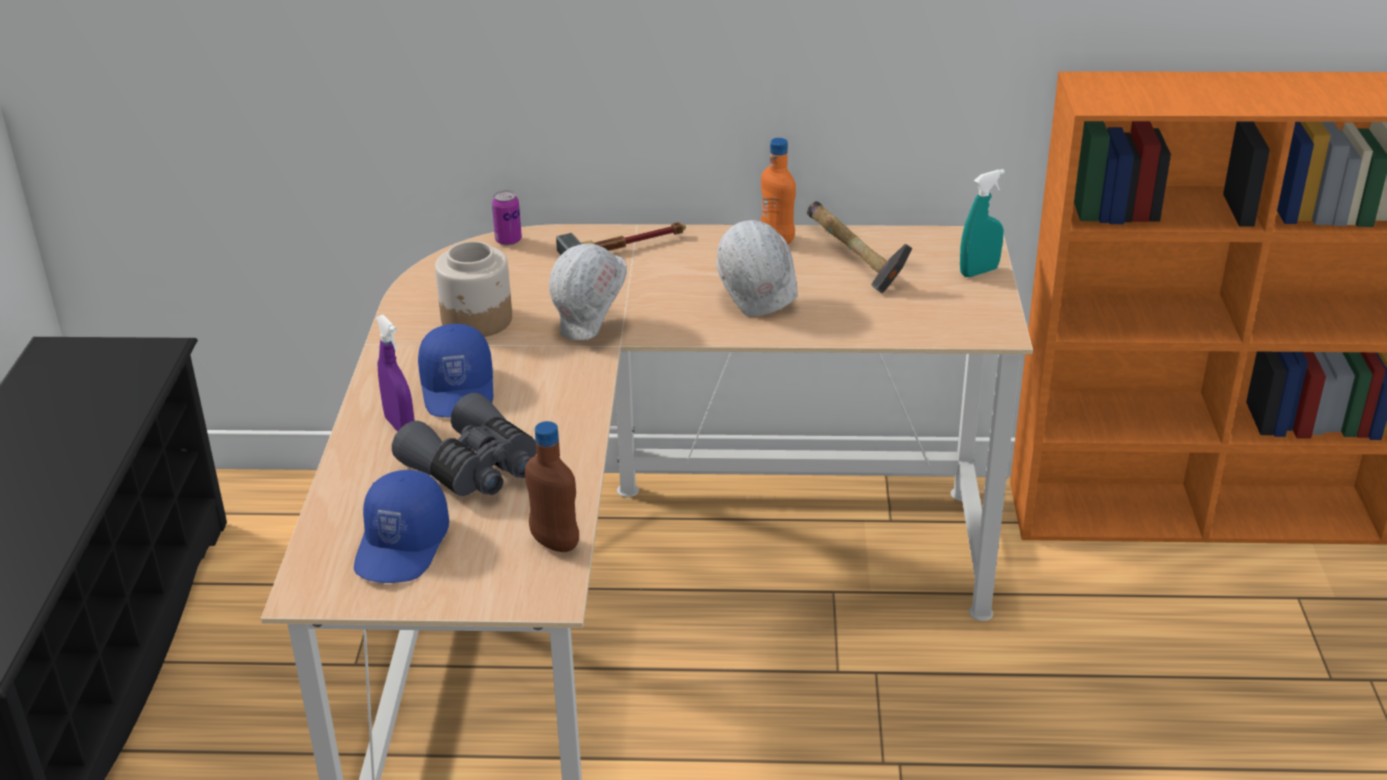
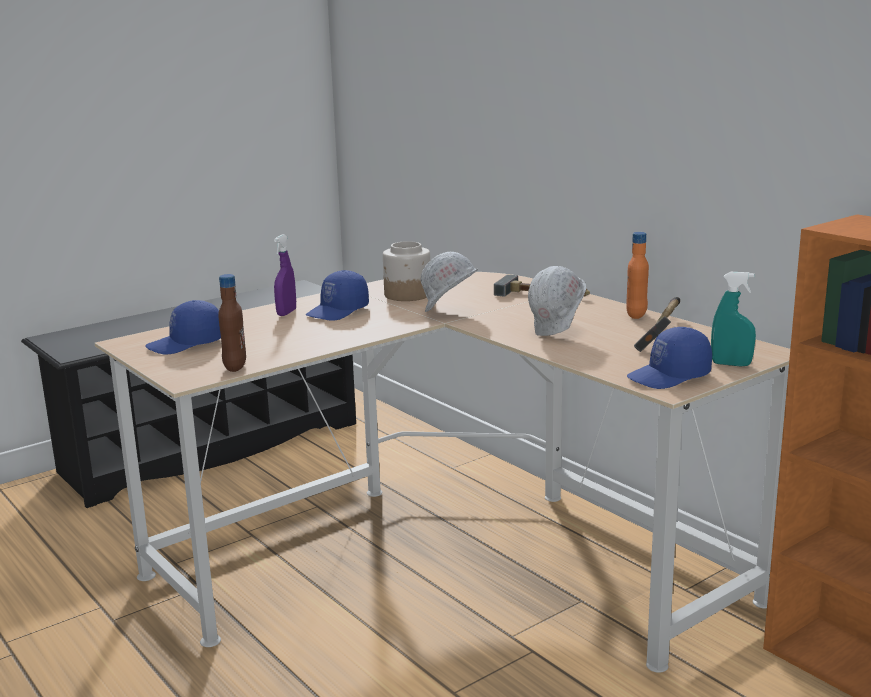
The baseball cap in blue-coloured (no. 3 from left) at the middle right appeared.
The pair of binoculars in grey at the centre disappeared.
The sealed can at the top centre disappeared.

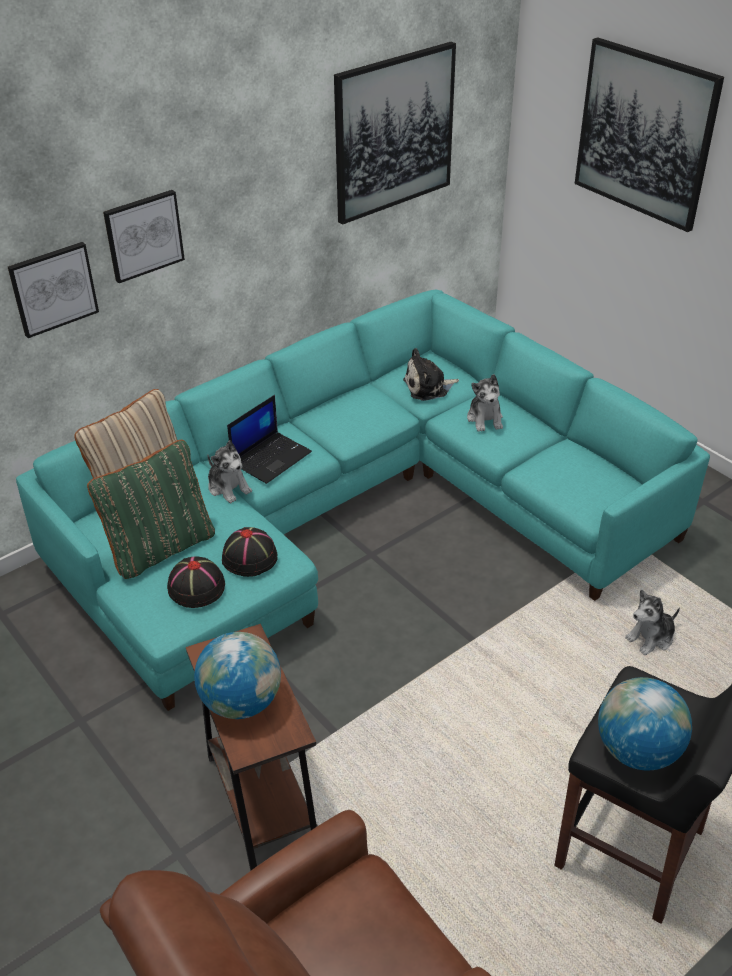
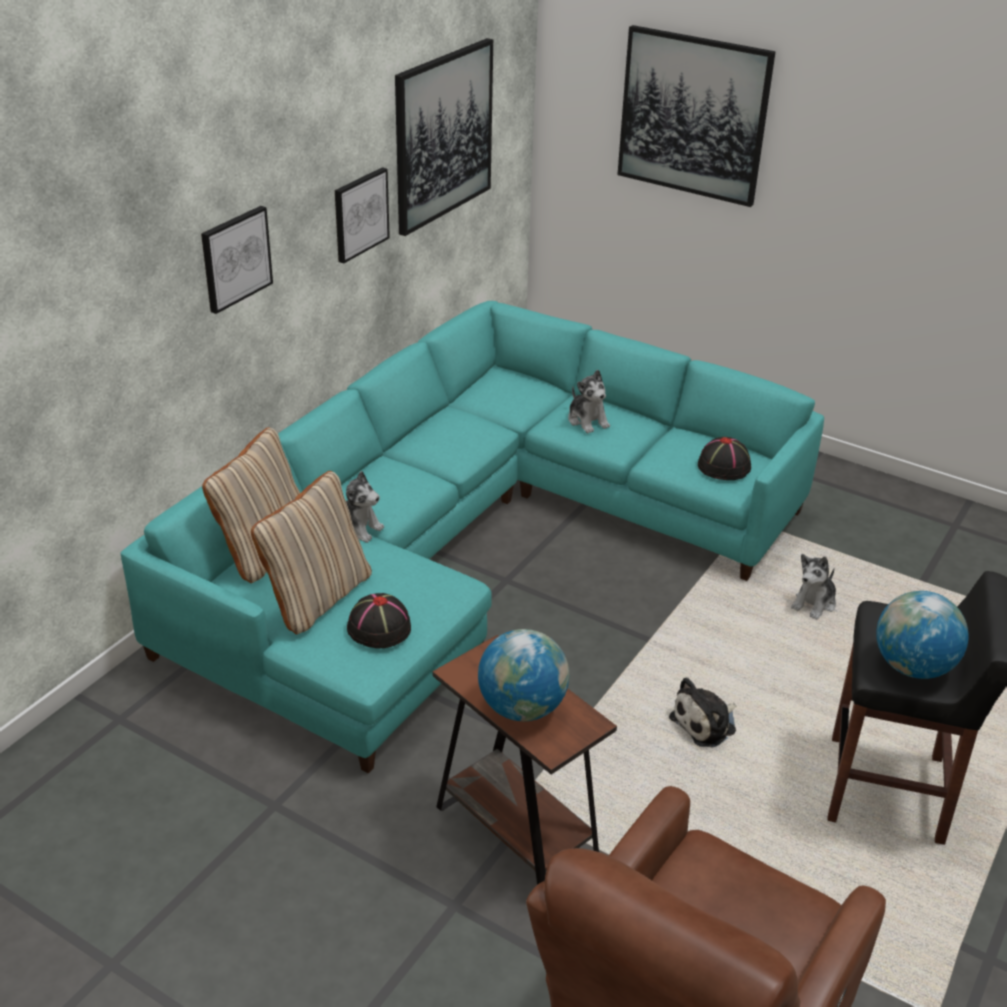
The pillow in green at the middle left became the pillow in beige-coloured (no. 2 from left) at the middle left.
The wall art (no. 1 from left in the first image) moved from the top left to the top centre.
The plush toy (no. 2 from left in the first image) moved from the centre to the bottom right.
The wearable hat in black-coloured (no. 2 from left) moved from the centre to the middle right.
The notebook computer at the centre disappeared.

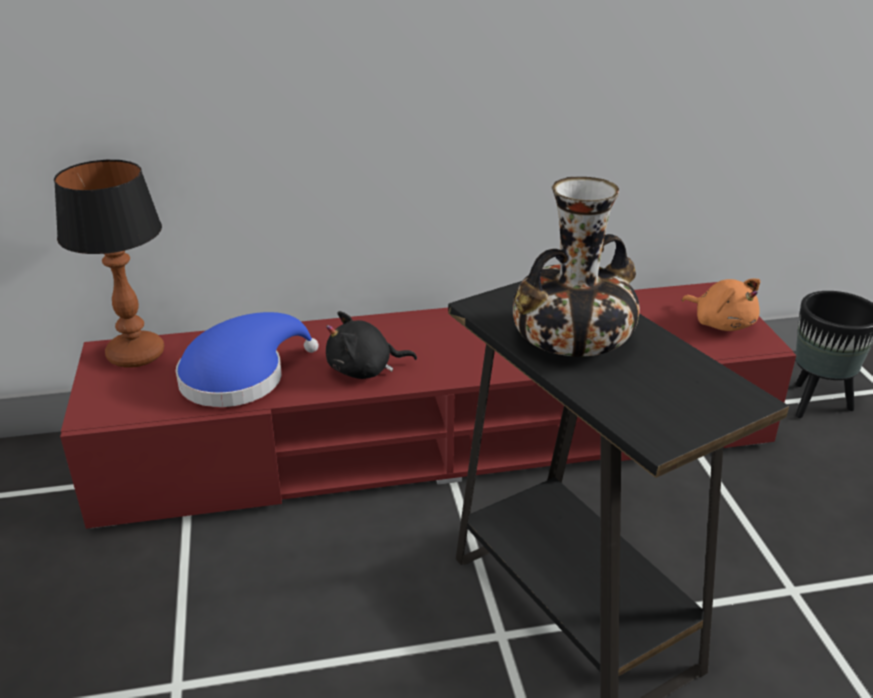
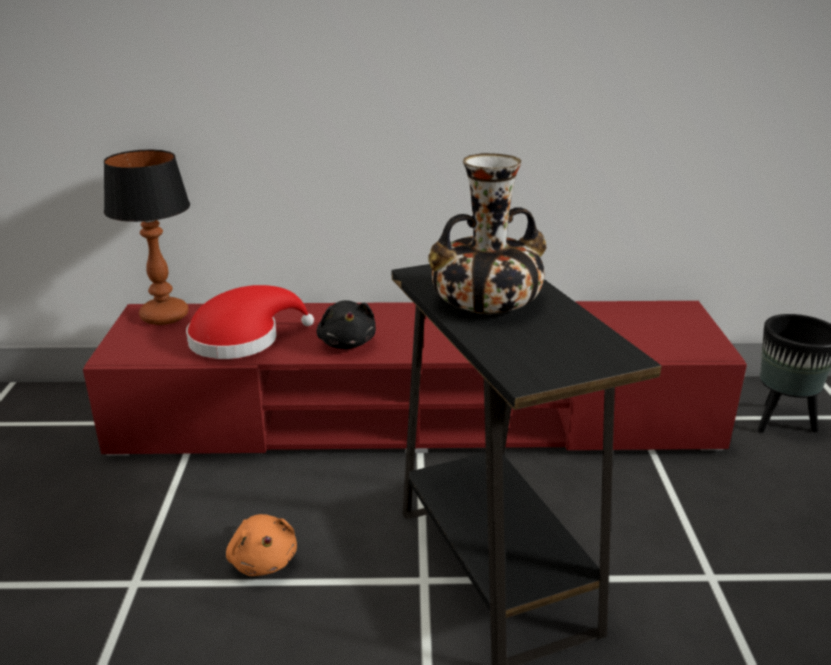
The wearable hat in blue-coloured at the middle left became the wearable hat in reddish at the middle left.
The plush toy in orange-coloured moved from the middle right to the bottom left.
The plush toy in black-coloured at the centre turned 105 degrees counterclockwise.

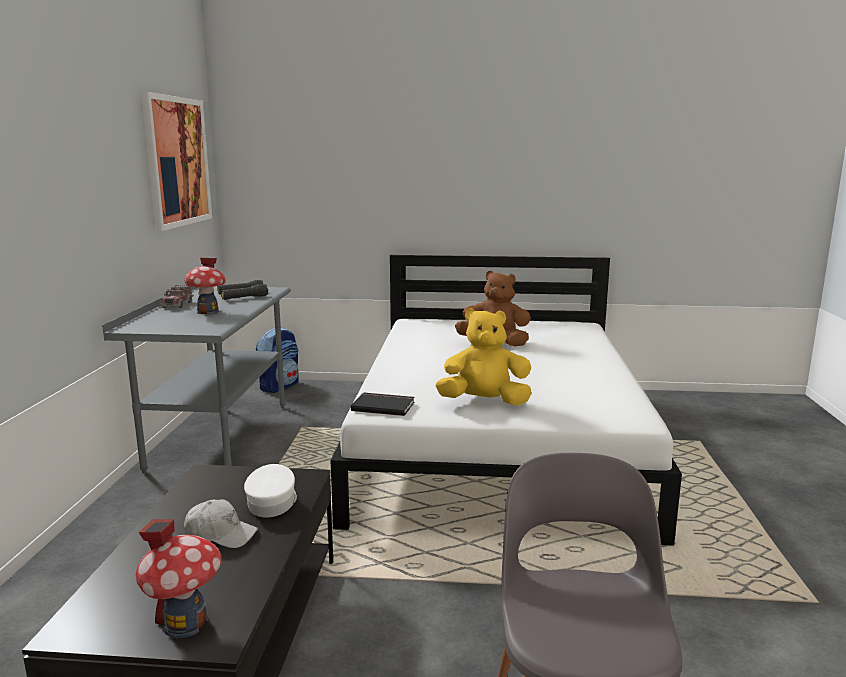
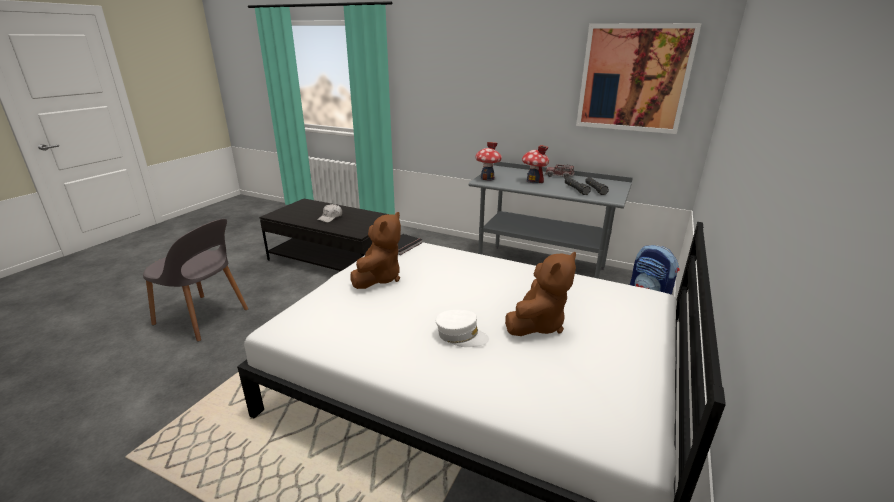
The plush toy in yellowish at the centre became the plush toy in brown-coloured (no. 1 from left) at the centre.
The baseball cap in white-coloured (no. 2 from left) moved from the bottom left to the centre.
The toy house (no. 1 from left) moved from the bottom left to the top centre.

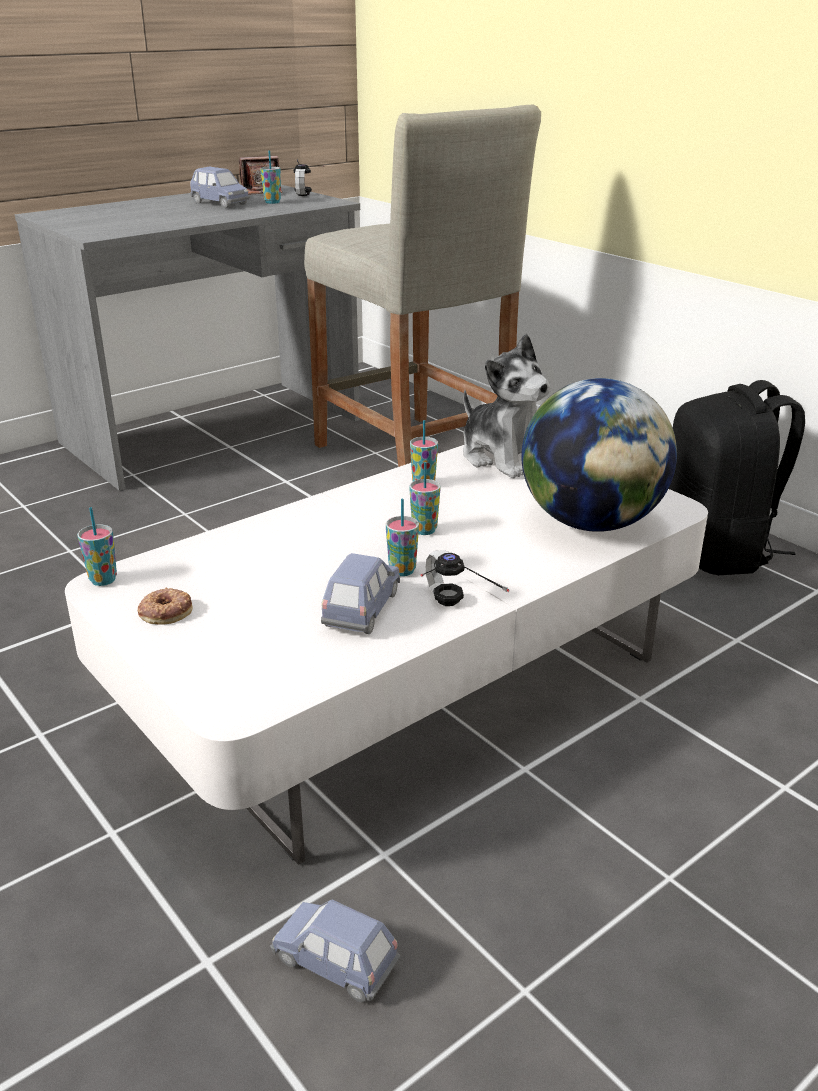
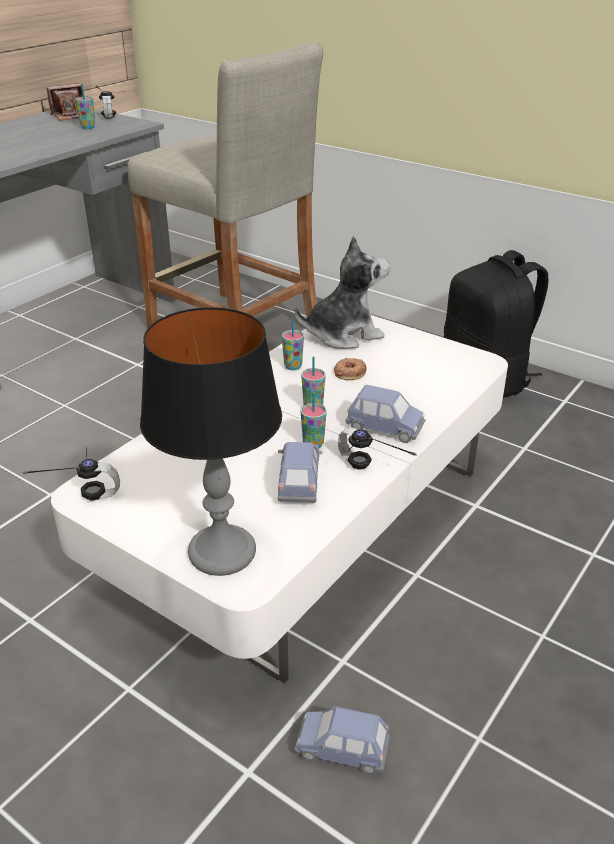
The cup (no. 1 from left) at the middle left was replaced by the headset (no. 1 from left) at the middle left.
The tabletop lamp at the centre appeared.
The plush toy at the centre turned 60 degrees counterclockwise.
The donut moved from the middle left to the centre.
The miniature car in blue-coloured (no. 1 from left in the first image) moved from the top left to the centre.
The world globe at the middle right disappeared.

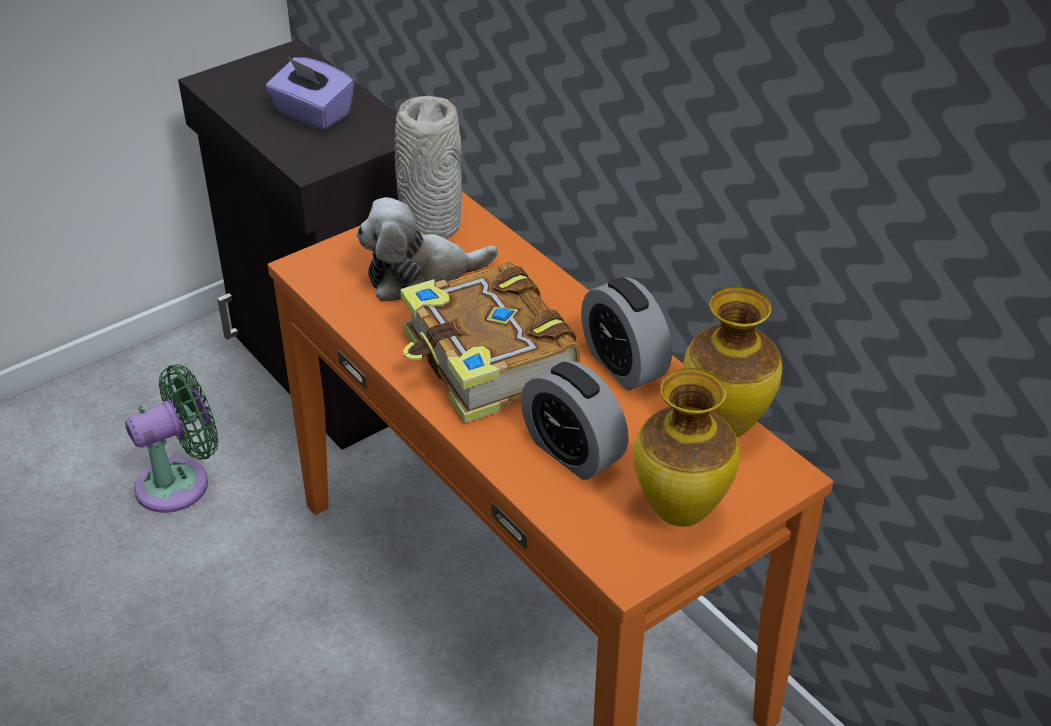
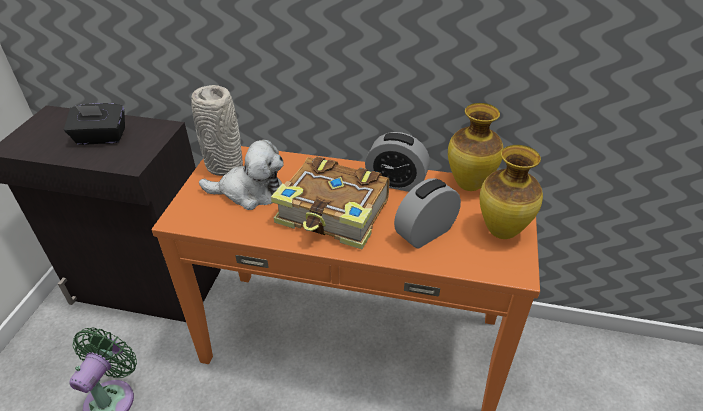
The tissue box in purplish at the top left became the tissue box in black-coloured at the top left.
The plush toy at the centre turned 120 degrees counterclockwise.
The bedside clock (no. 1 from left in the first image) at the centre turned 135 degrees clockwise.

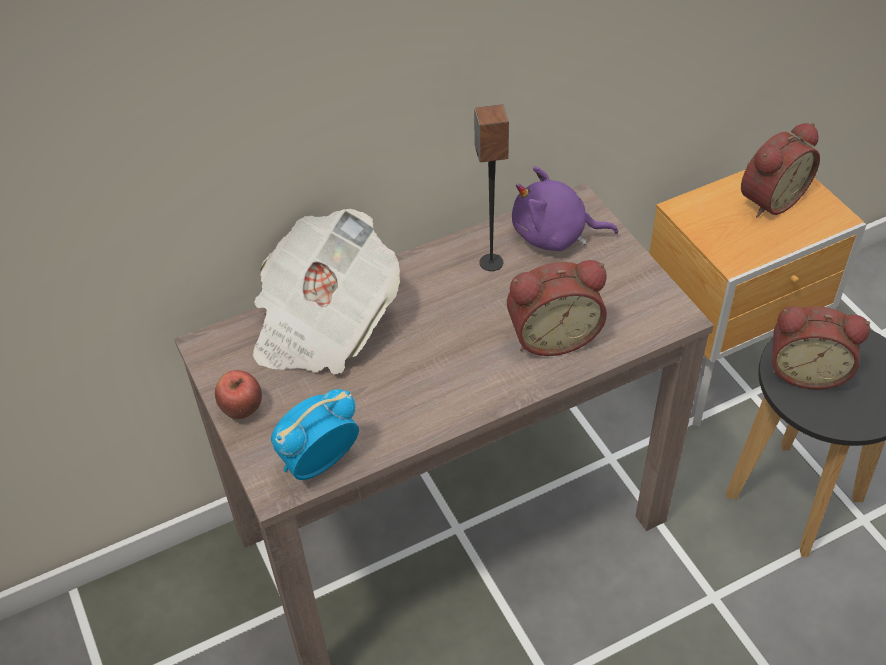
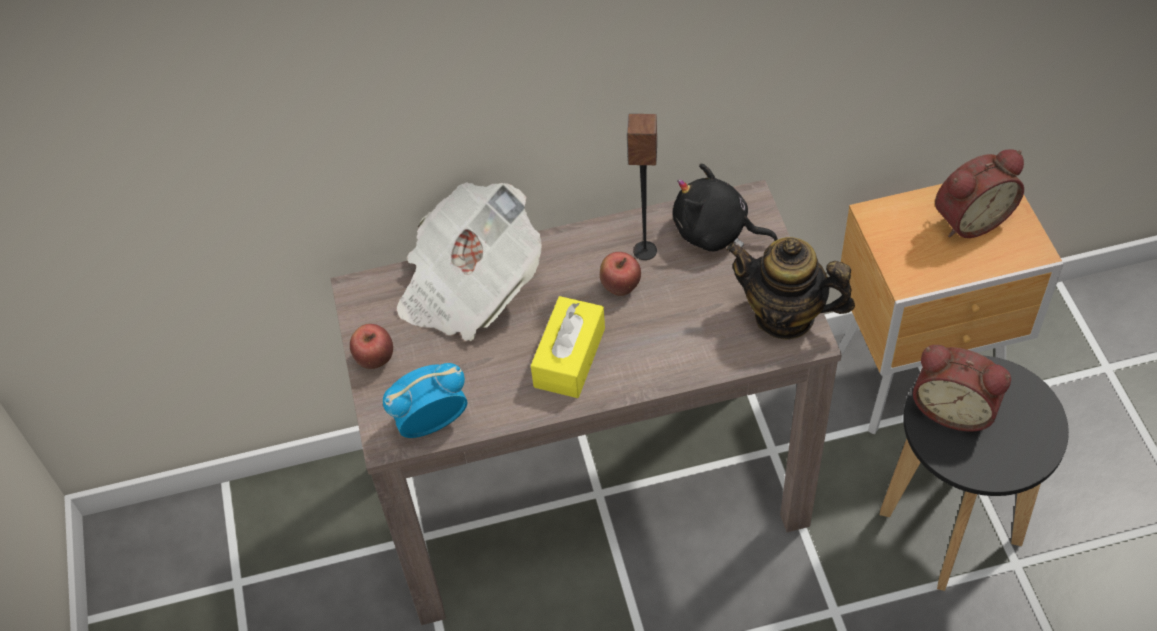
The tissue box in yellowish at the centre appeared.
The whole apple (no. 2 from left) at the centre appeared.
The plush toy in purplish at the top centre became the plush toy in black-coloured at the top centre.
The tea pot at the middle right appeared.
The bedside clock (no. 2 from left) at the centre disappeared.

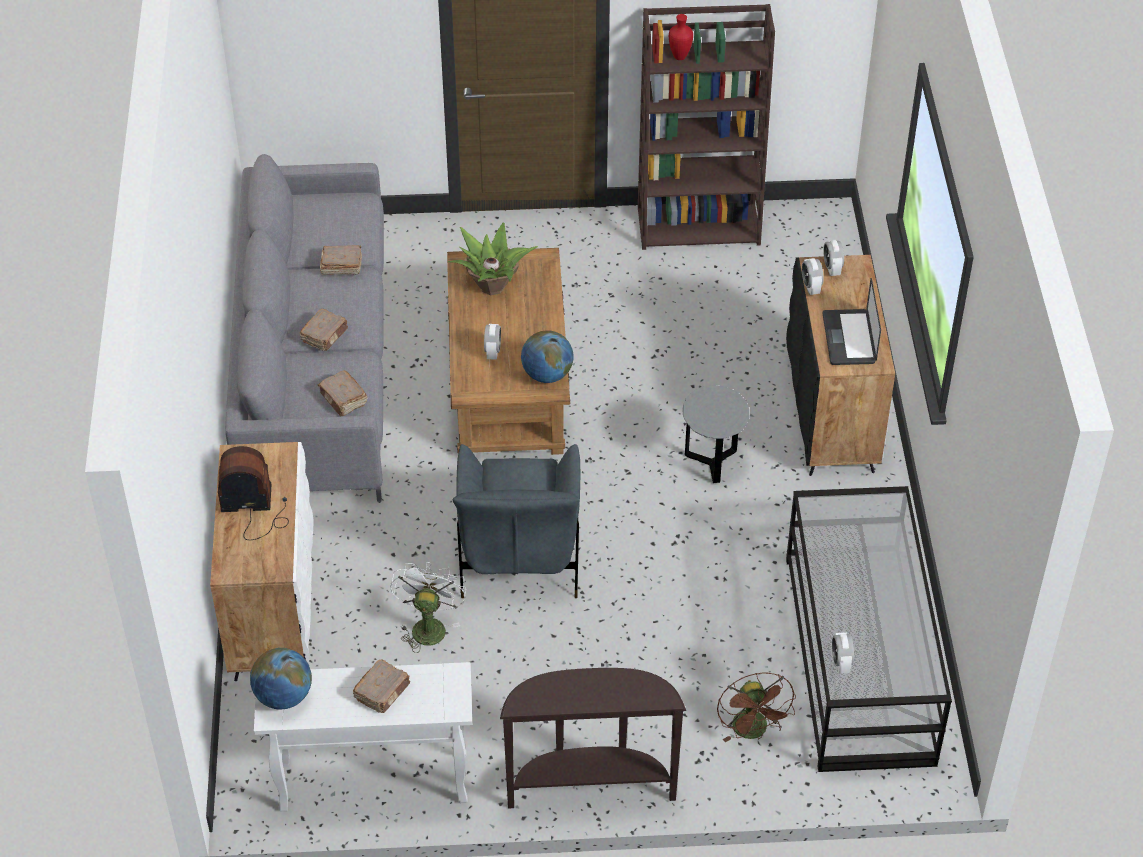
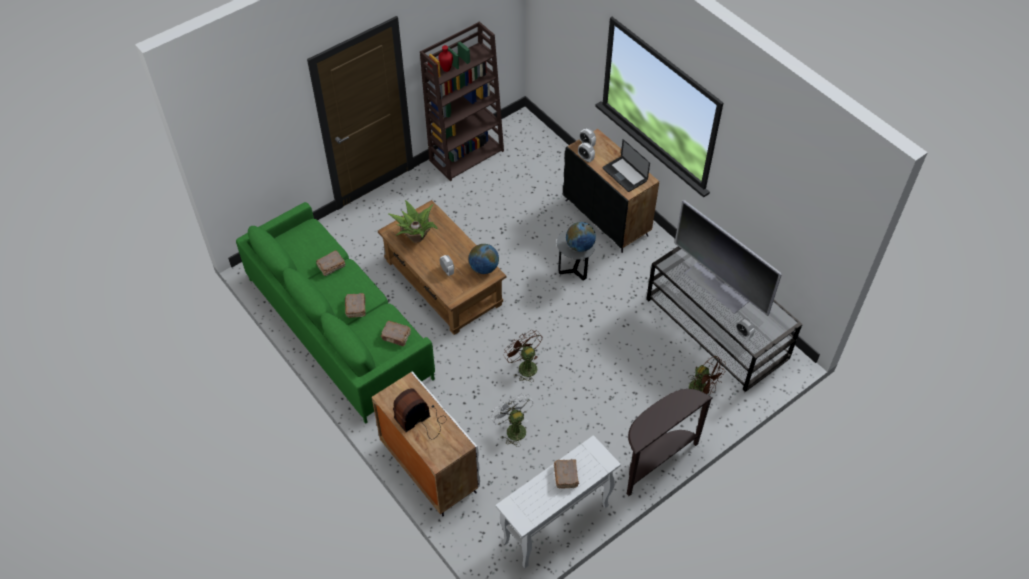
The couch in grey at the middle left became the couch in green at the middle left.
The lounge chair in grey at the centre was replaced by the cooling fan in brown-coloured (no. 1 from left) at the centre.
The world globe (no. 1 from left in the first image) moved from the bottom left to the centre.
The TV set at the middle right appeared.

